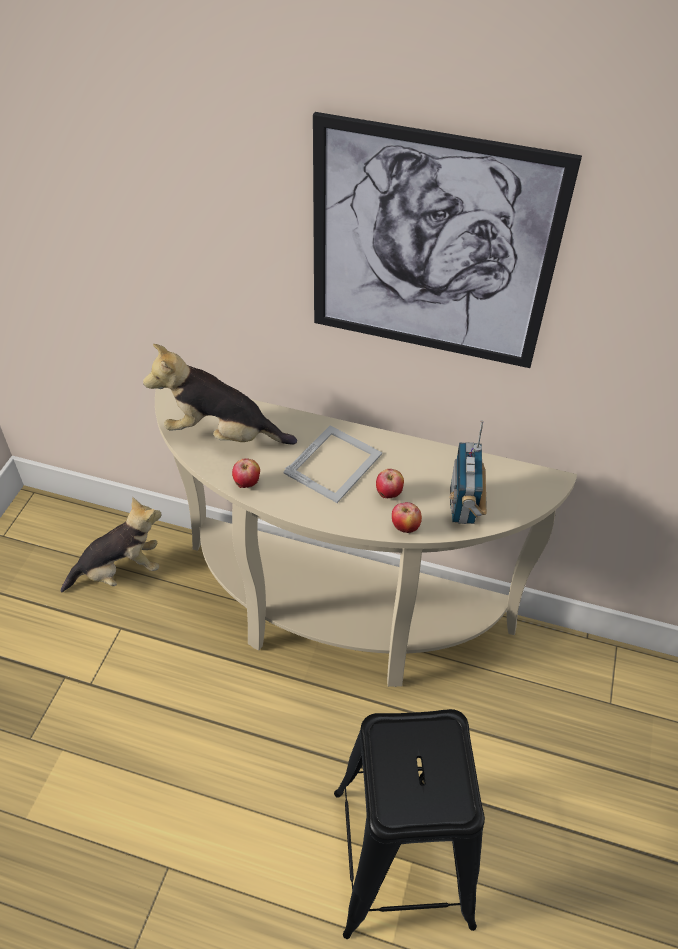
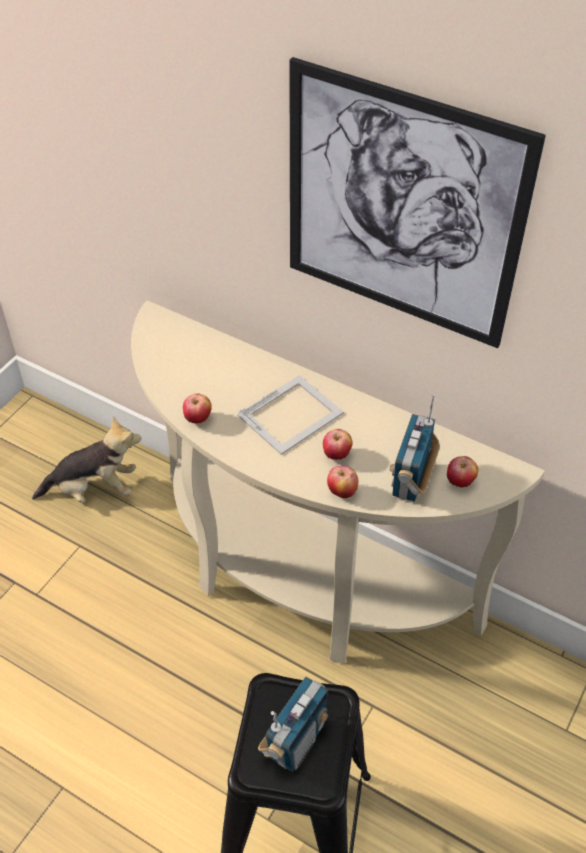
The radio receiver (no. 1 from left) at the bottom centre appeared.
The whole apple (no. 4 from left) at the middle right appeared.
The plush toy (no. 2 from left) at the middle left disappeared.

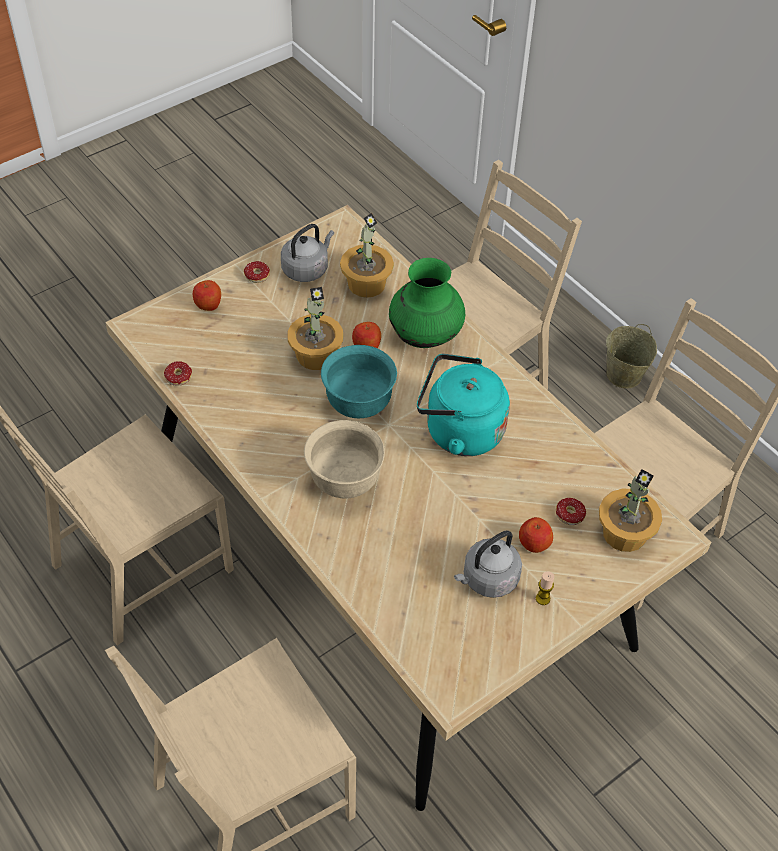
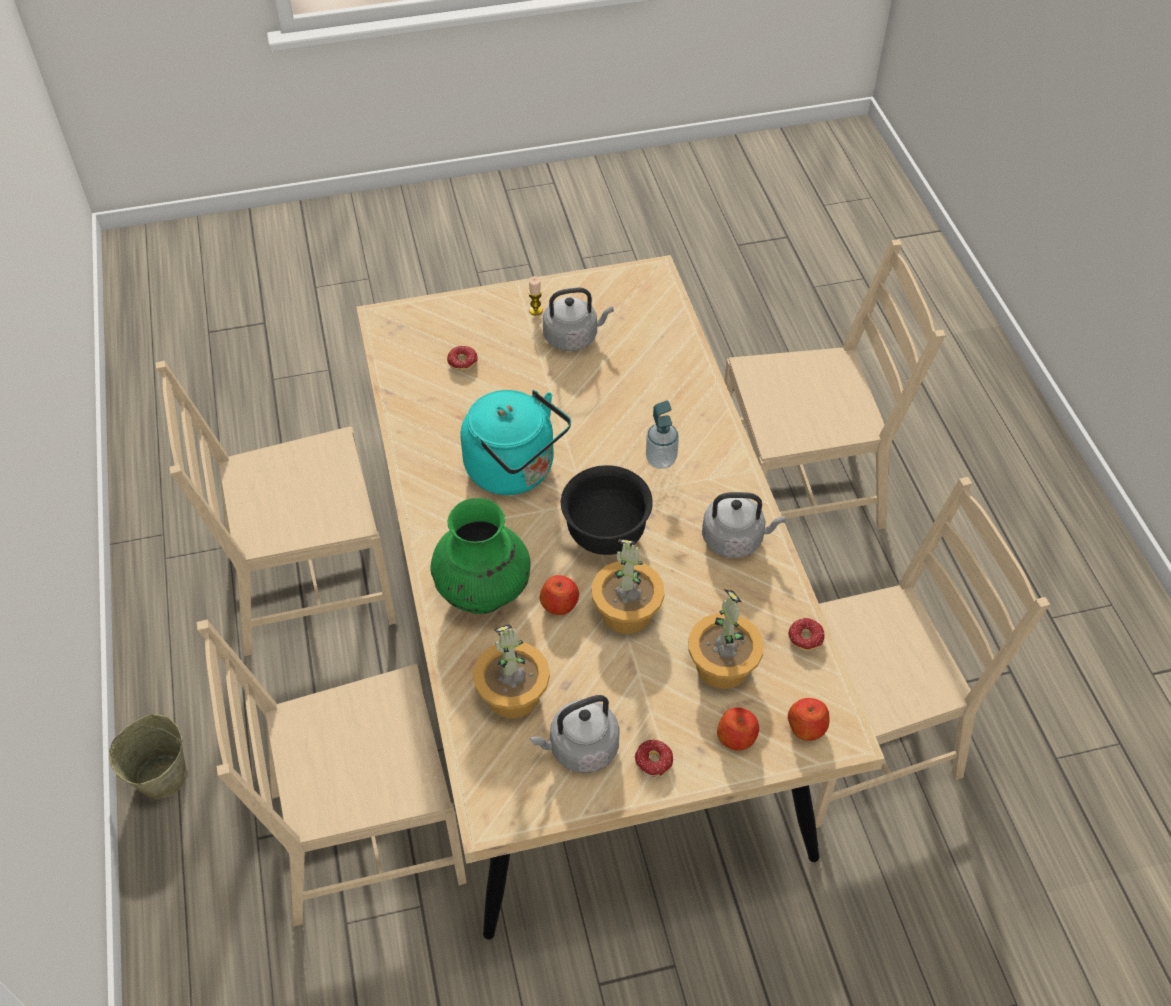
The serving bowl in turquoise at the centre became the serving bowl in black-coloured at the centre.
The serving bowl in beige-coloured at the centre was replaced by the soap dispenser at the centre.
The potted plant (no. 3 from left) moved from the middle right to the centre.
The kettle in grey (no. 3 from left) at the centre appeared.
The whole apple (no. 3 from left) moved from the middle right to the bottom right.

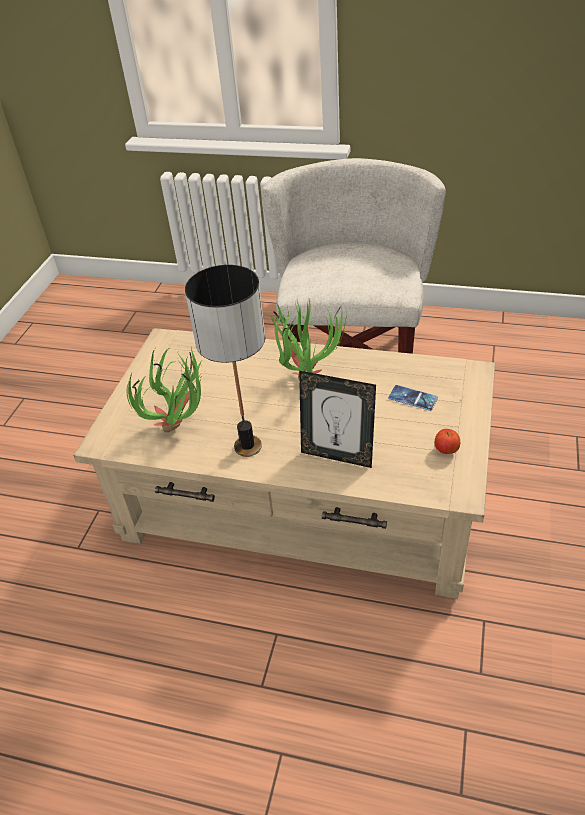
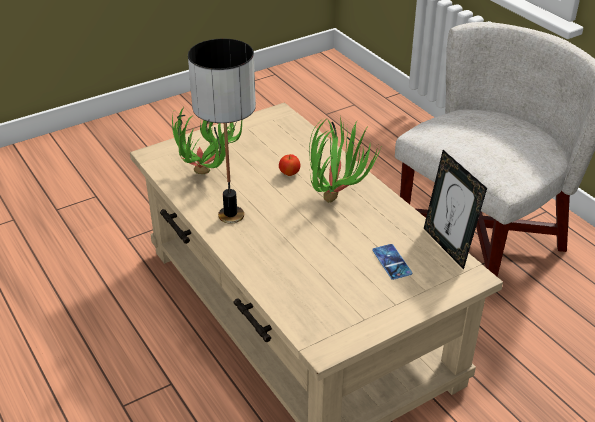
The whole apple moved from the middle right to the centre.
The standing frame moved from the centre to the middle right.

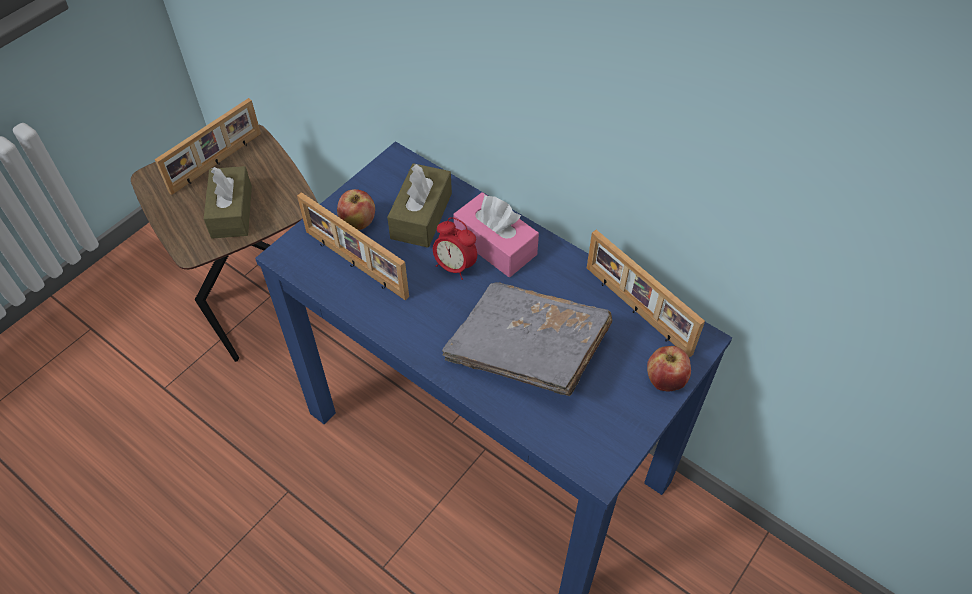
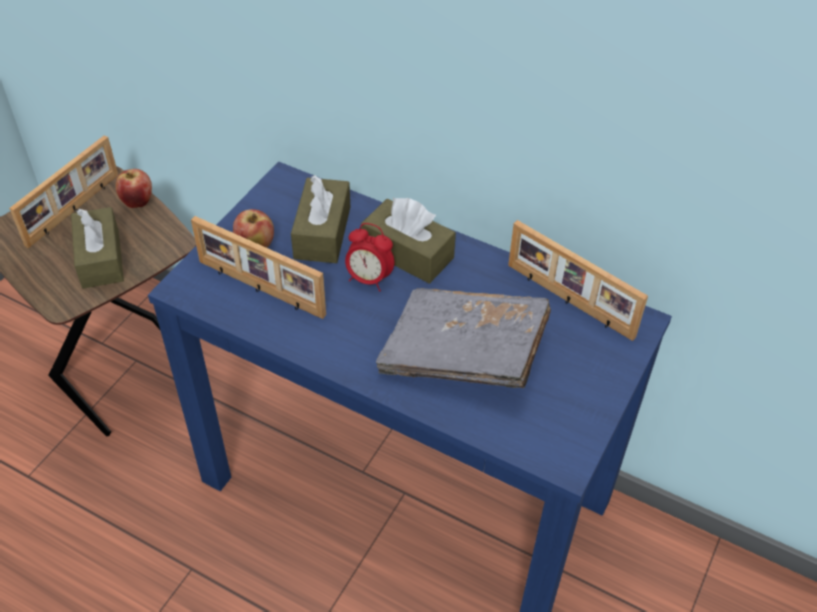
The whole apple (no. 2 from left in the first image) moved from the middle right to the top left.
The tissue box in pinkish at the centre became the tissue box in brown-coloured (no. 3 from left) at the centre.

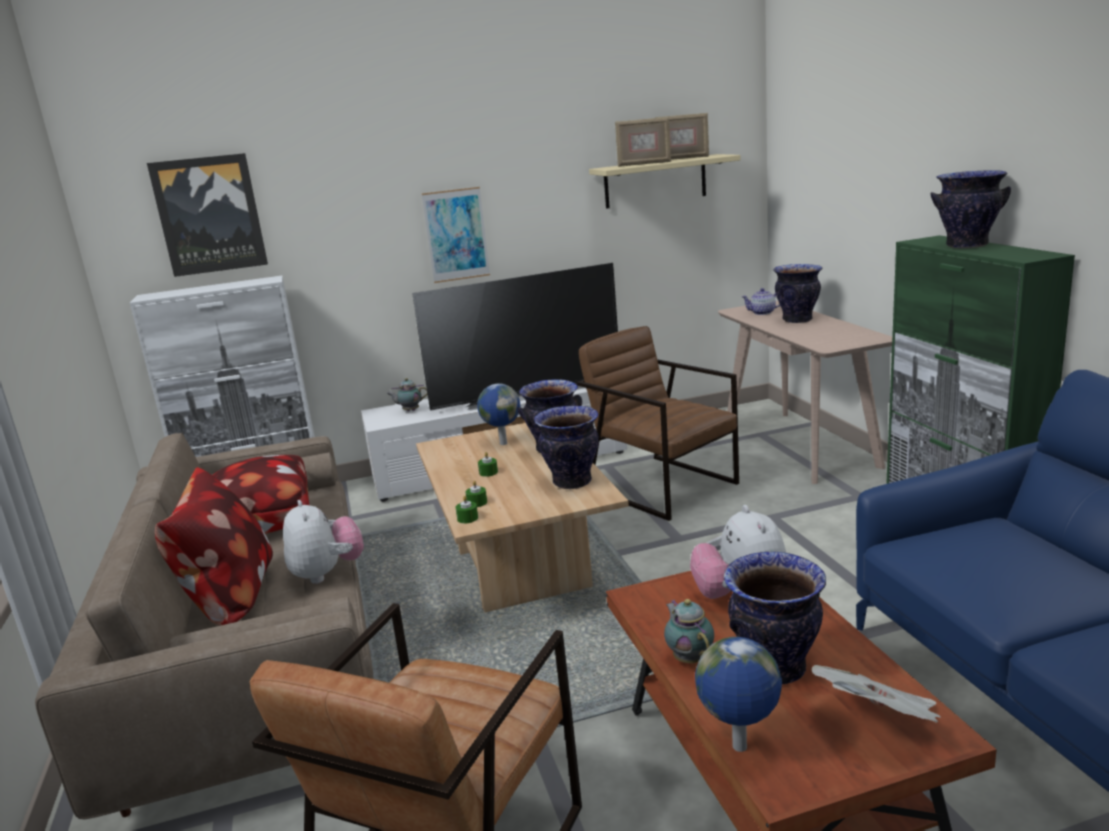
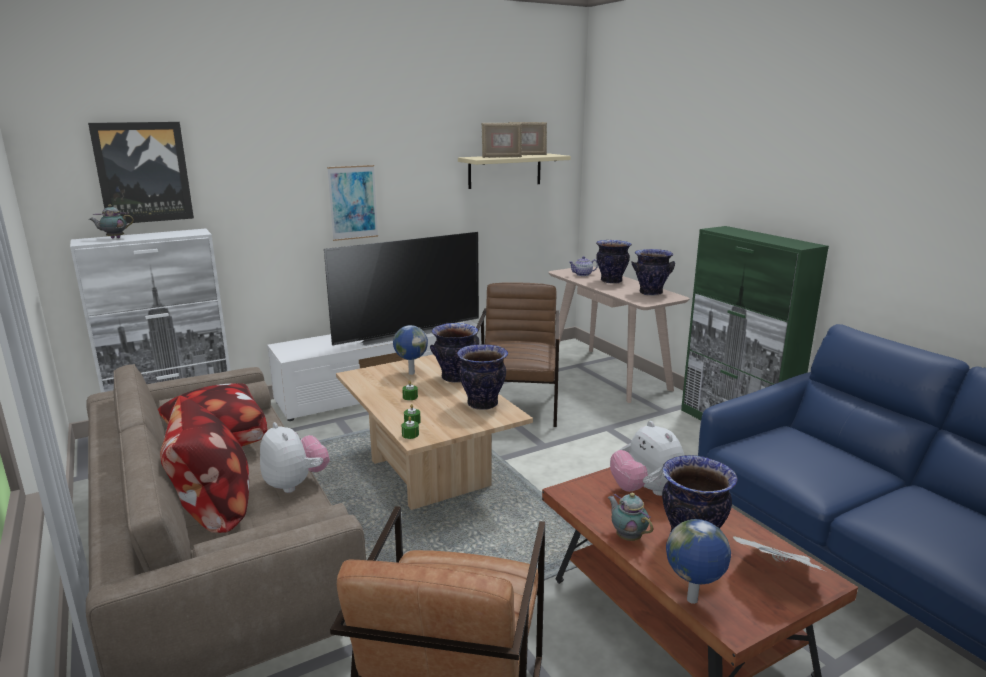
The tea pot (no. 1 from left) moved from the centre to the top left.
The lounge chair in brown-coloured (no. 2 from left) at the centre turned 60 degrees clockwise.
The flower vase (no. 5 from left in the first image) moved from the top right to the centre.

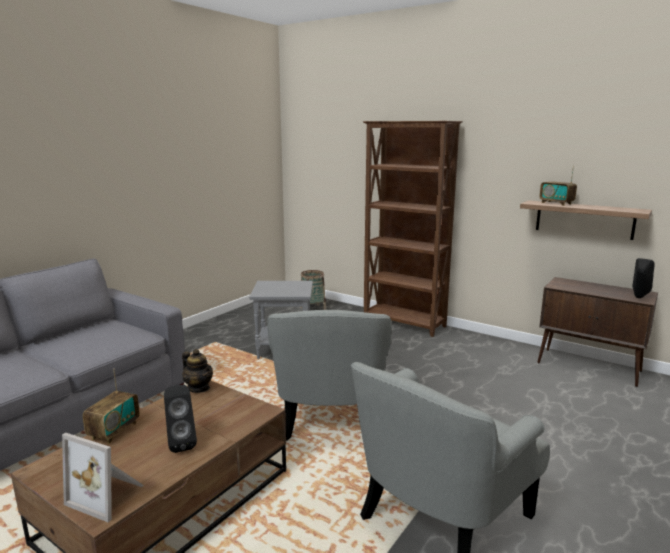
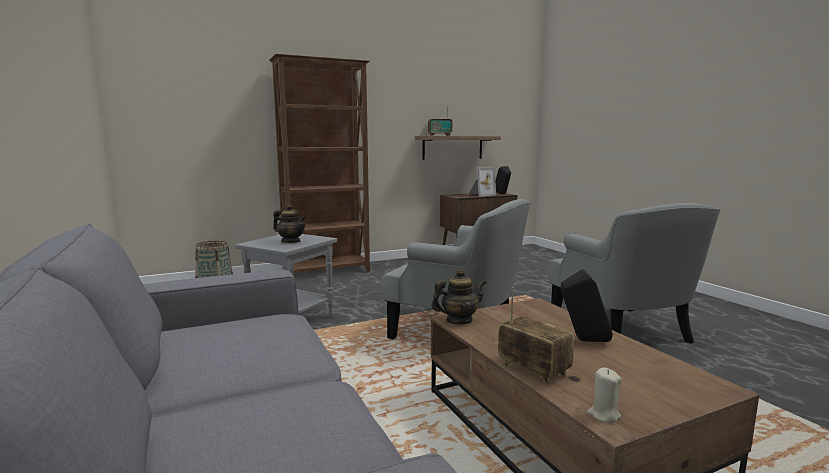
The tea pot (no. 1 from left) at the centre appeared.
The standing frame moved from the bottom left to the centre.
The wax light in beige-coloured at the bottom right appeared.

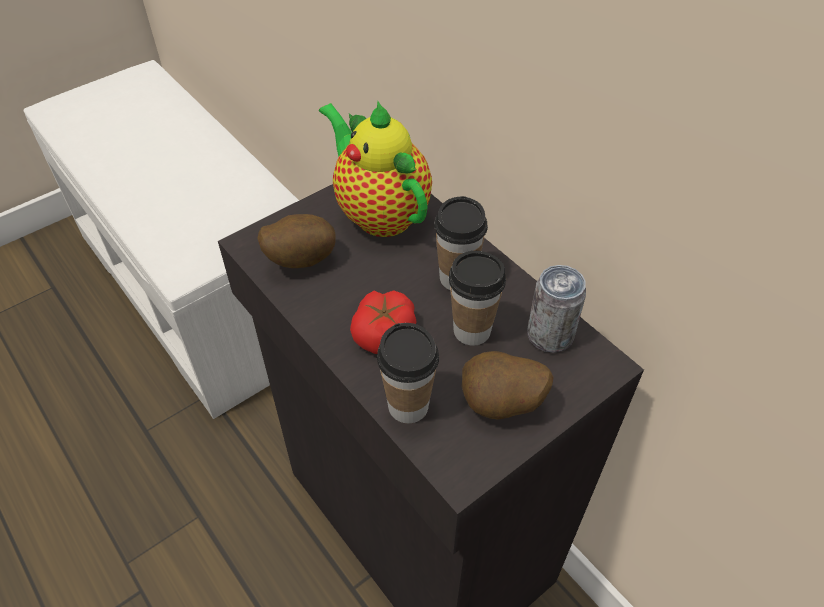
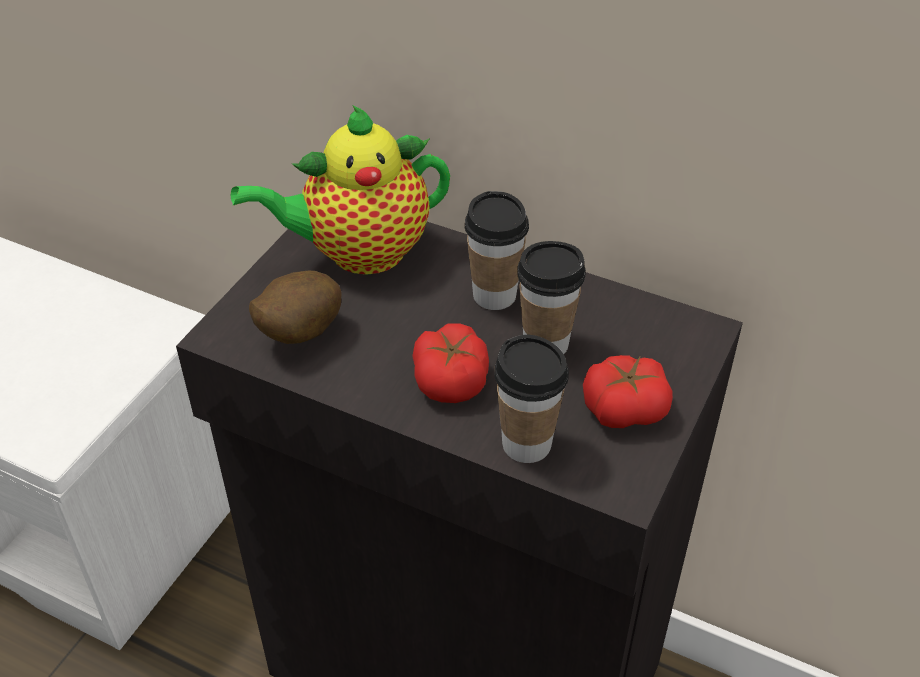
The tea pot at the top centre turned 45 degrees counterclockwise.
The spud (no. 2 from left) at the centre was replaced by the whole tomato (no. 2 from left) at the middle right.
The sealed can at the middle right disappeared.

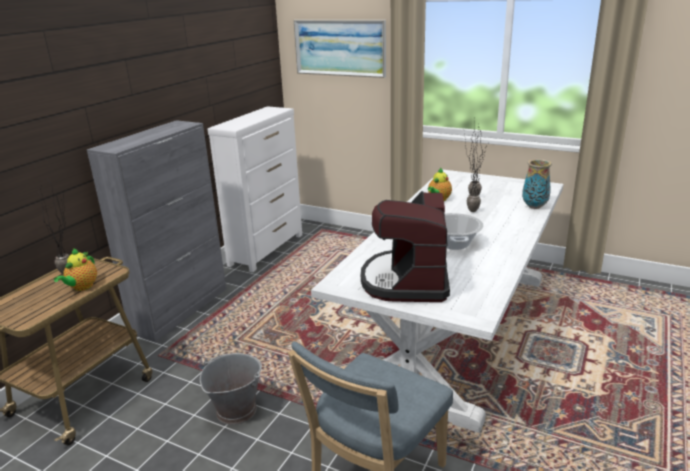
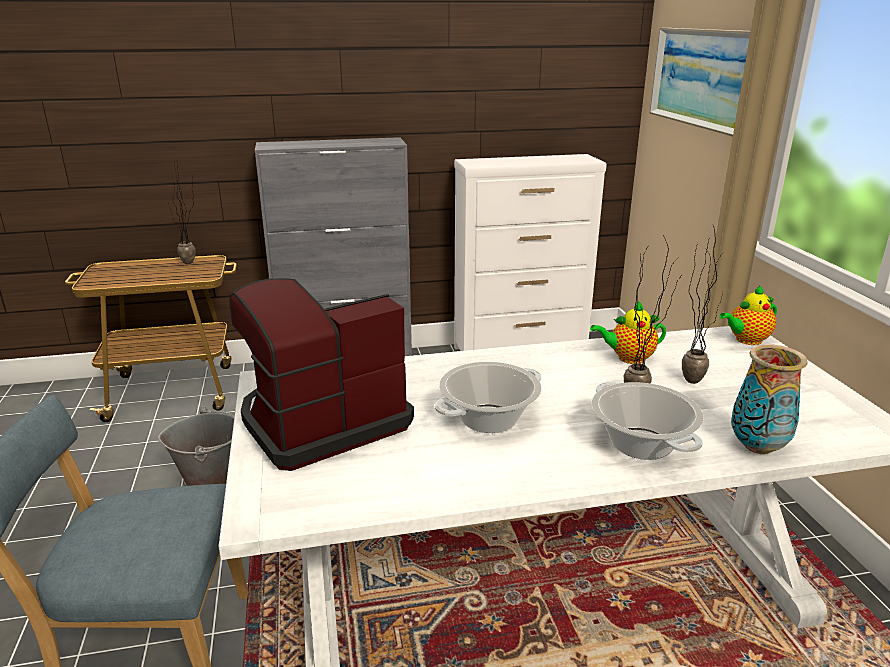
The cooking pot (no. 2 from left) at the middle right appeared.
The tea pot (no. 1 from left in the first image) moved from the middle left to the middle right.

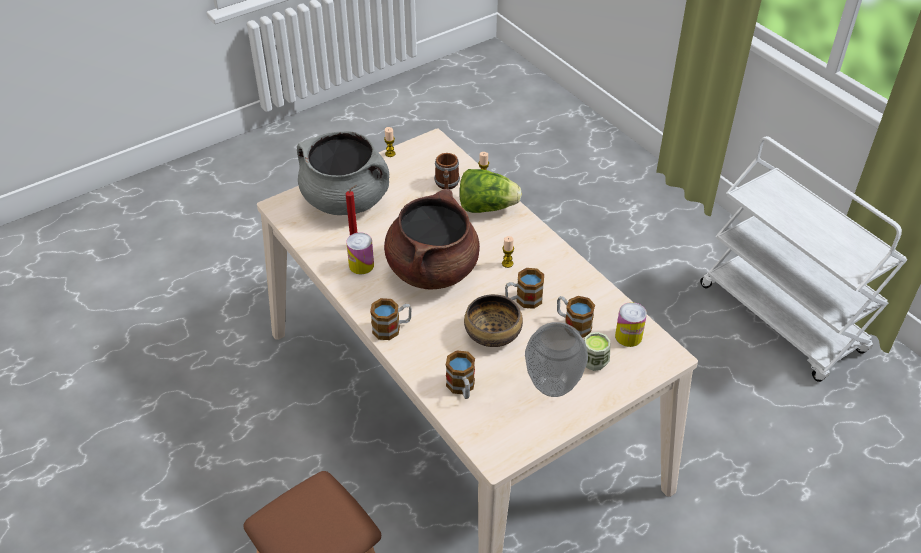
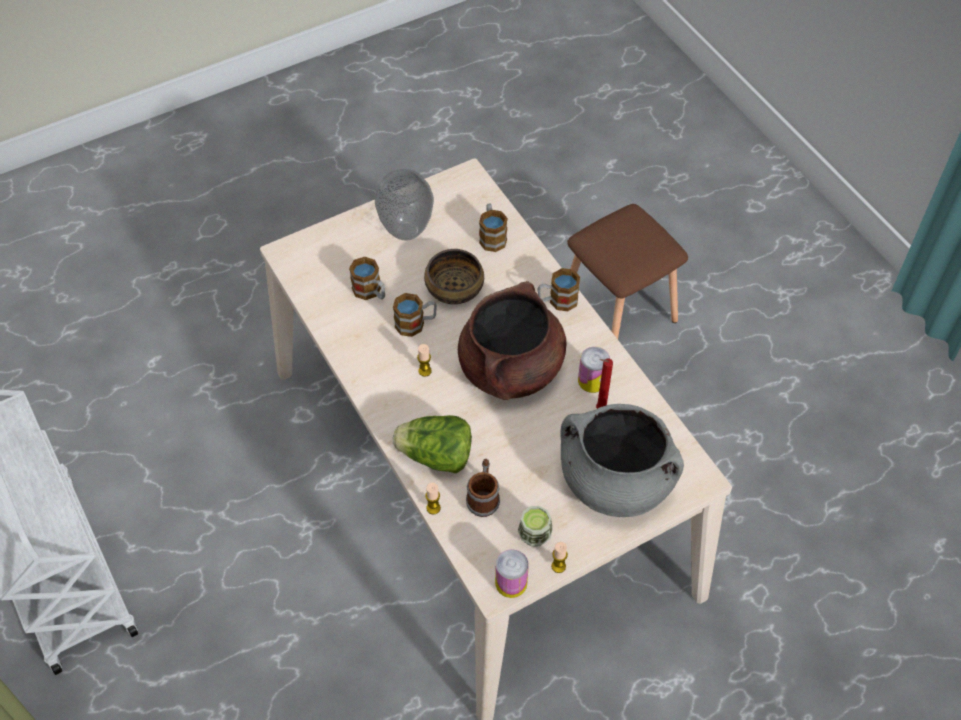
The sealed can (no. 2 from left in the first image) moved from the middle right to the bottom centre.
The cup moved from the centre to the bottom centre.

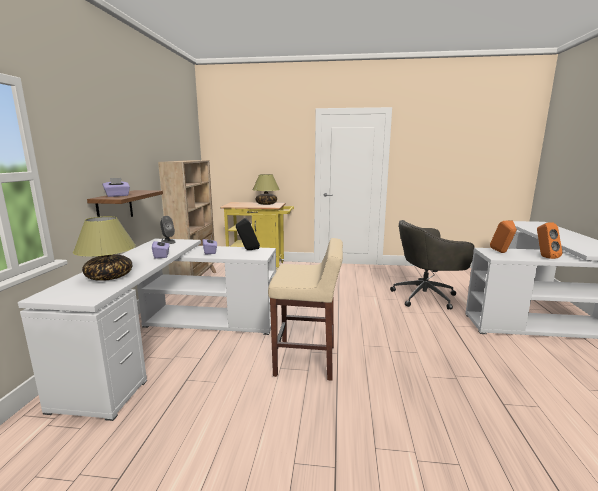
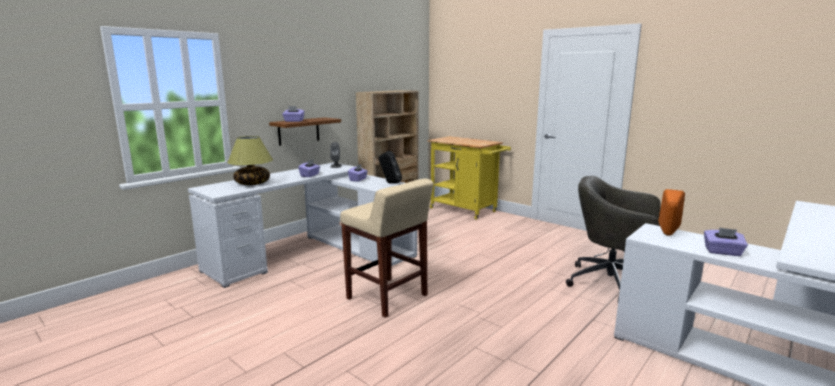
The speaker in orange-coloured (no. 2 from left) at the middle right was replaced by the tissue box in purplish (no. 4 from left) at the middle right.
The tabletop lamp (no. 2 from left) at the centre disappeared.

